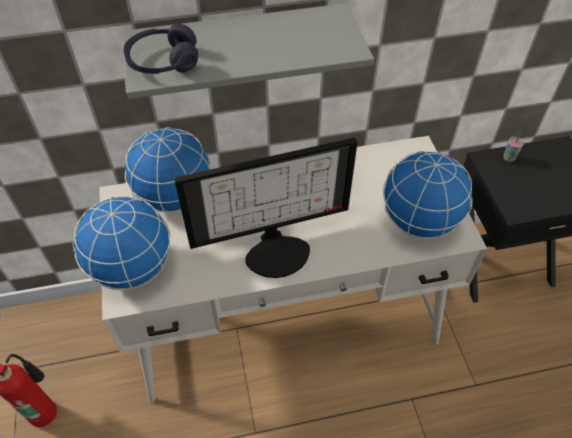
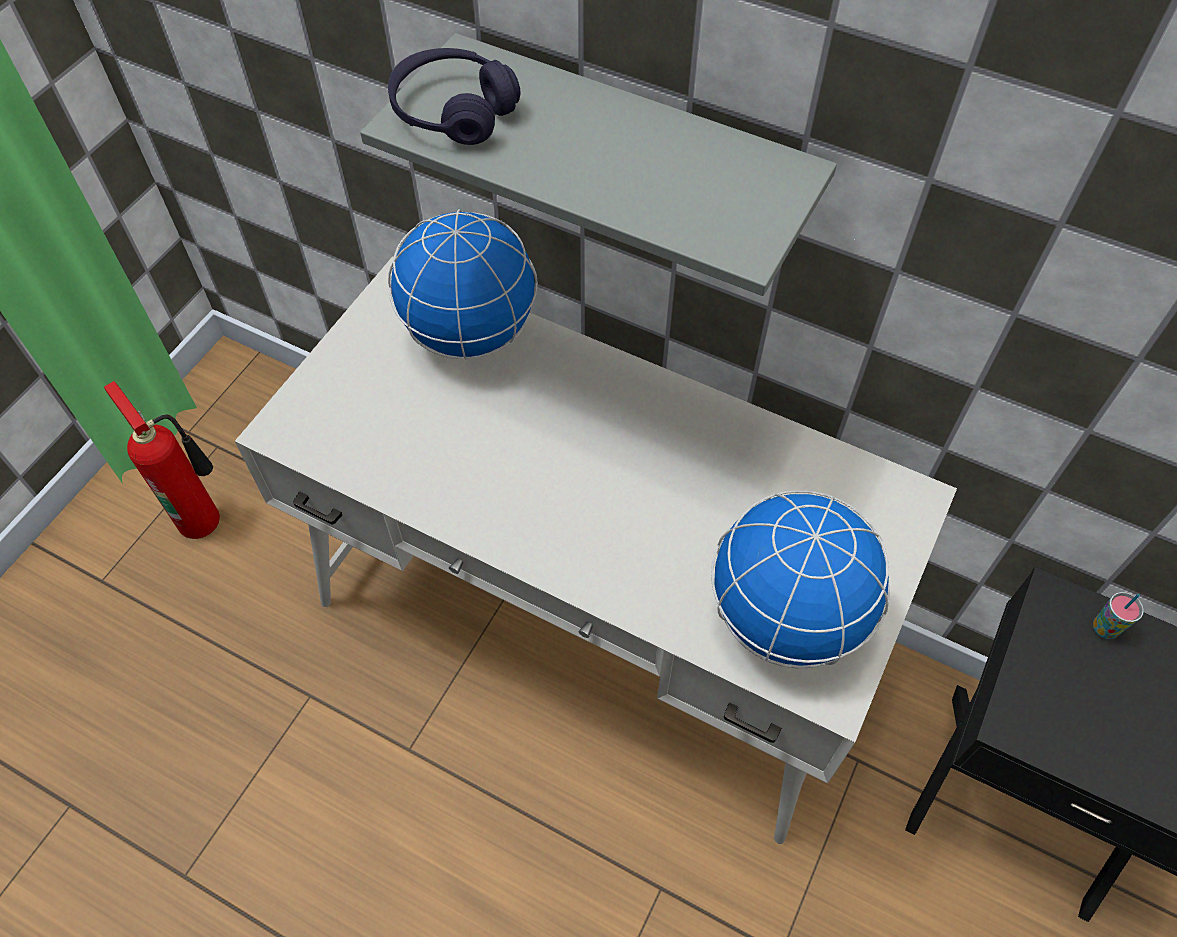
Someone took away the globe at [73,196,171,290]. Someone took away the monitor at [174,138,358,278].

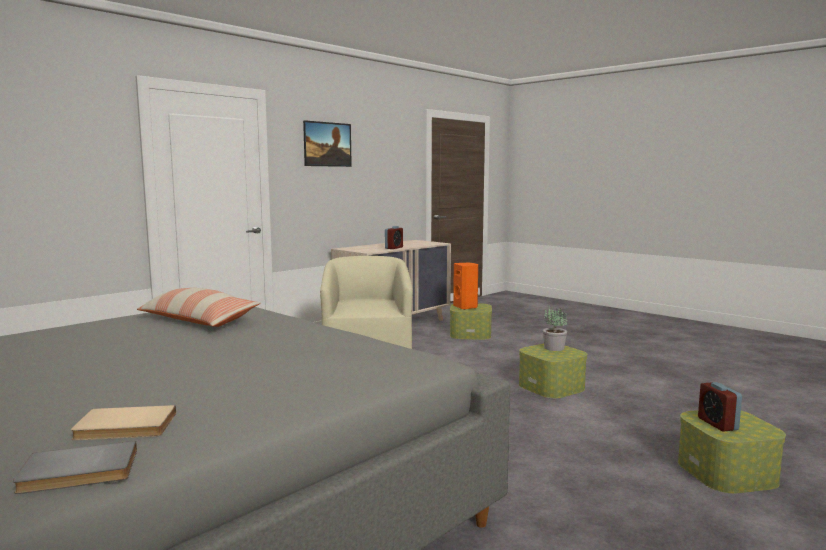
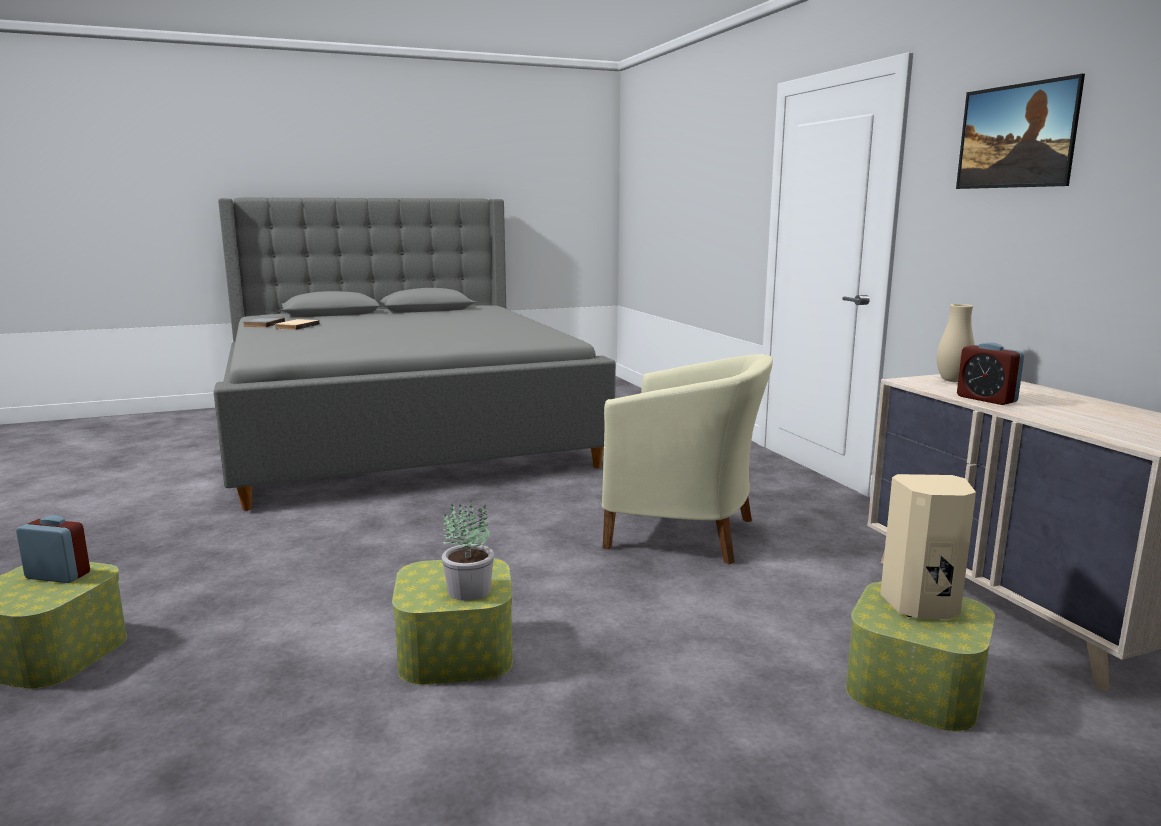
Someone took away the pillow at [137,288,261,327]. Someone repainted the orange speaker at [453,263,478,310], which became the beige speaker at [880,474,976,619]. Someone put down the beige vase at [937,304,975,382].

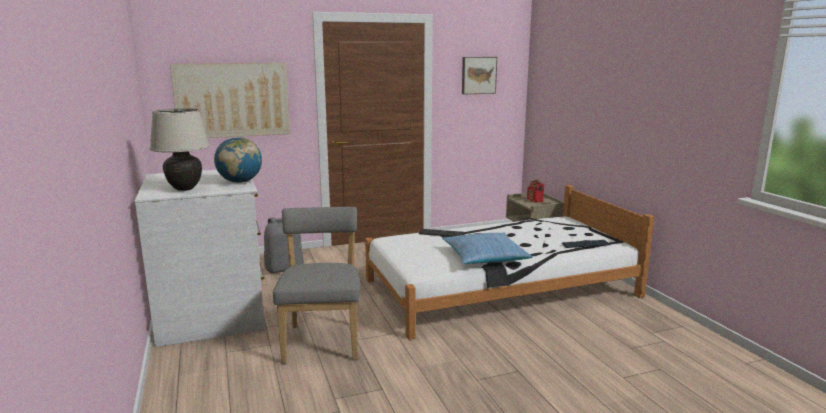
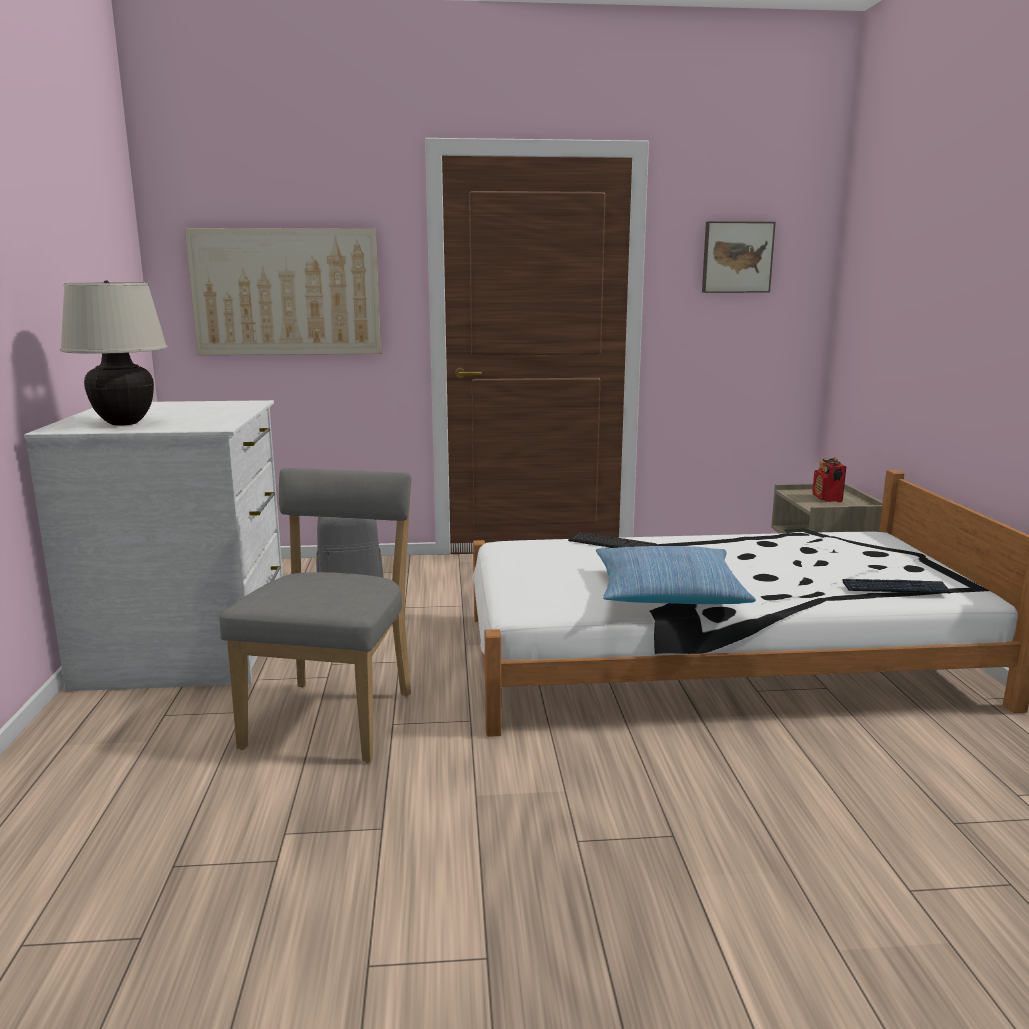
Someone took away the globe at [214,137,262,183].

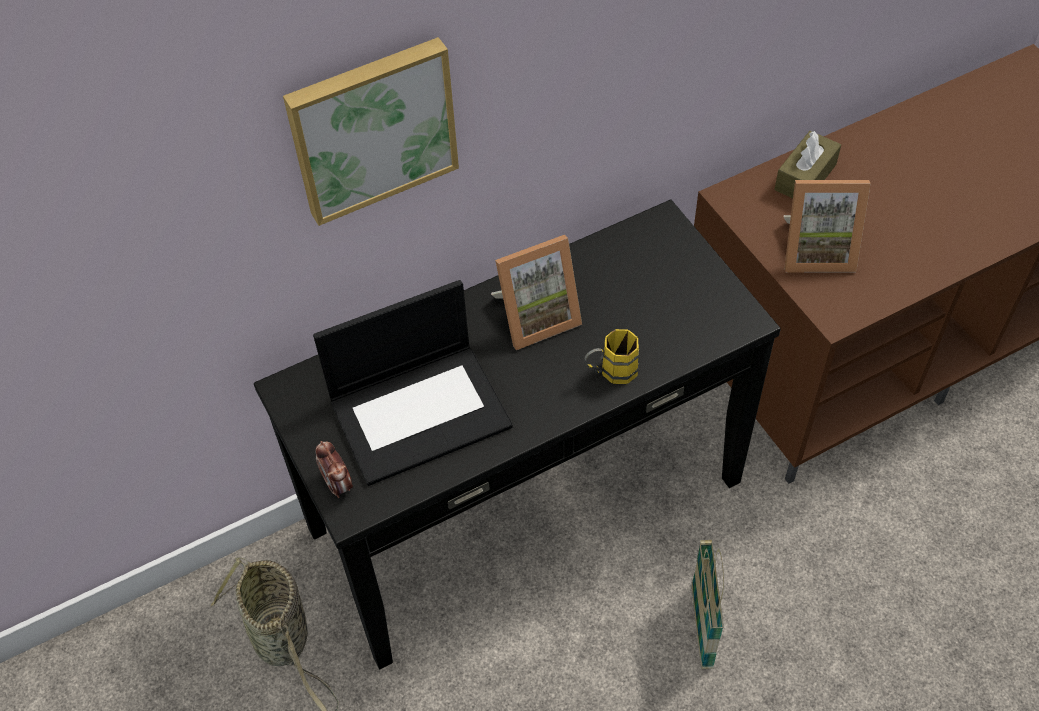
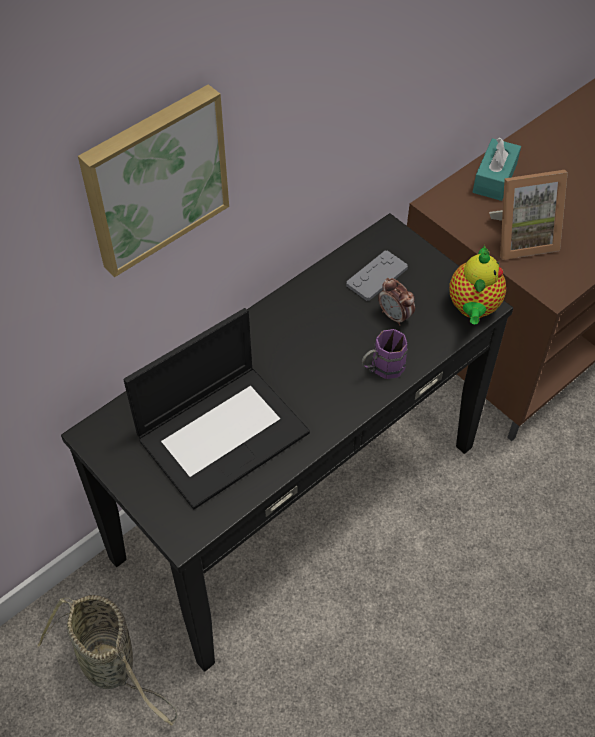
Someone carried the alarm clock from [316,441,353,498] to [378,278,415,326]. Someone took away the picture frame at [491,235,582,350]. Someone repainted the yellow mug at [584,329,639,384], which became the purple mug at [362,329,408,379]. Someone took away the basket at [692,540,724,669]. Someone repainted the brown tissue box at [774,130,841,198], which became the turquoise tissue box at [473,137,521,201]. Someone put down the grey game controller at [346,250,408,301]. Someone put down the teapot at [449,245,506,324].

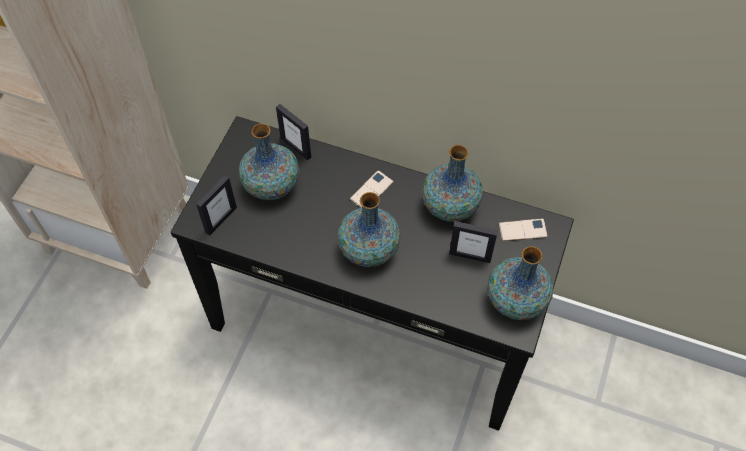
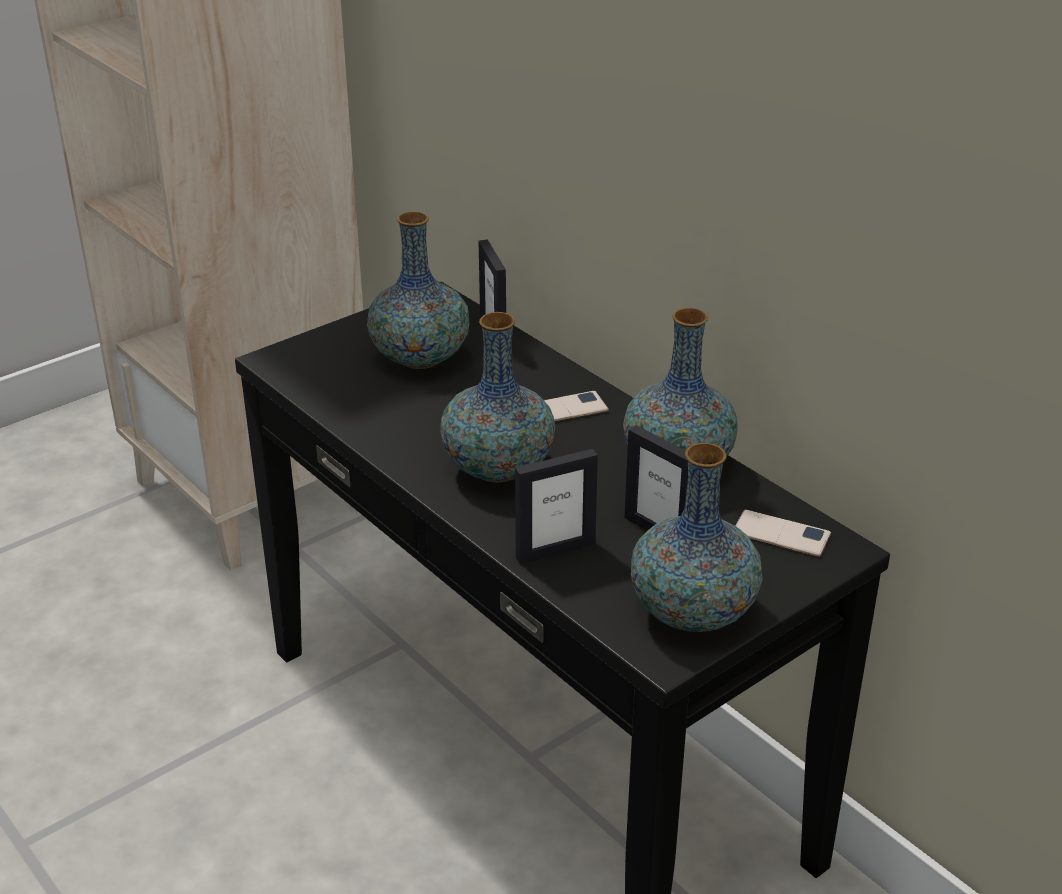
Someone carried the picture frame from [196,175,237,236] to [515,449,598,564].

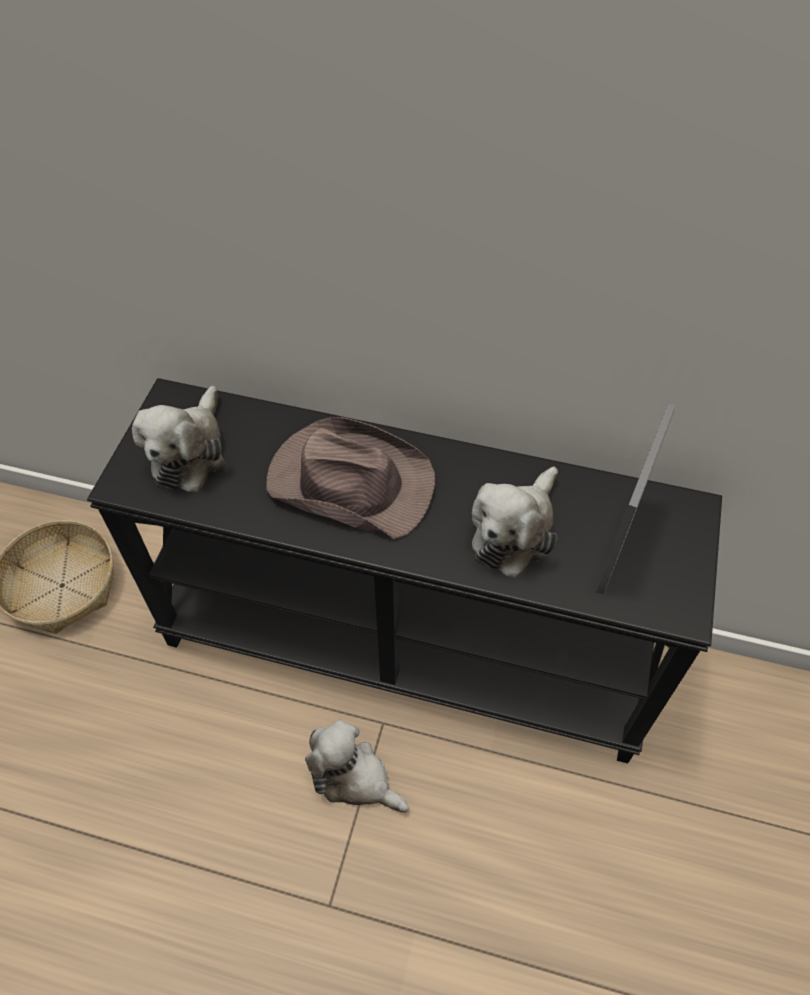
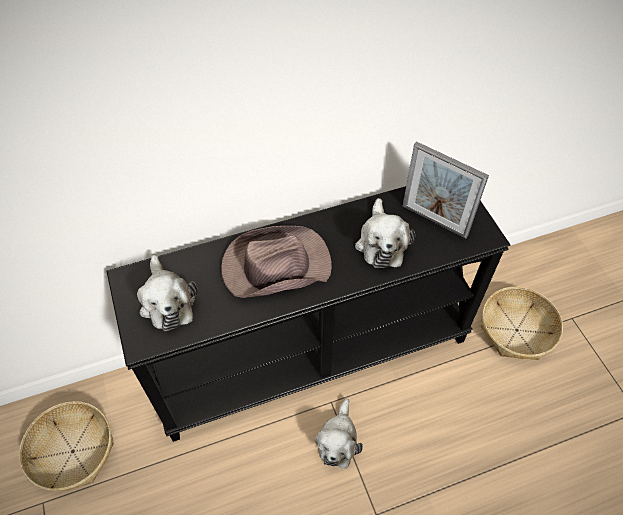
Someone rotated the plush toy at [305,720,409,813] by 75 degrees counterclockwise. Someone rotated the picture frame at [596,403,675,595] by 135 degrees clockwise. Someone put down the basket at [481,287,563,360].

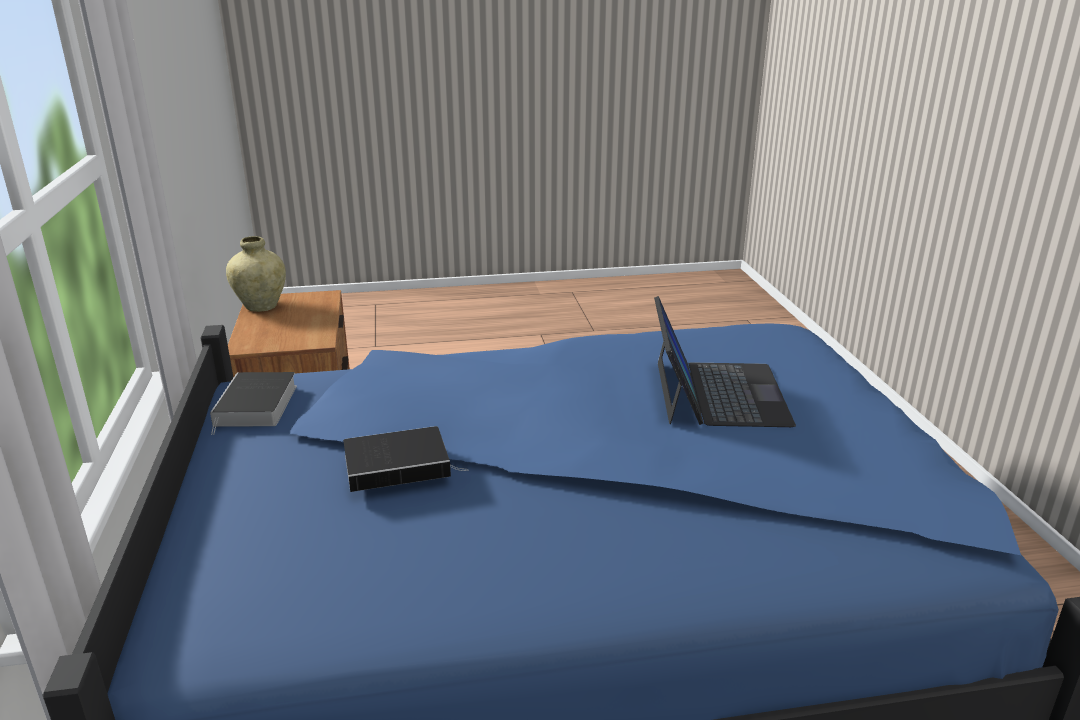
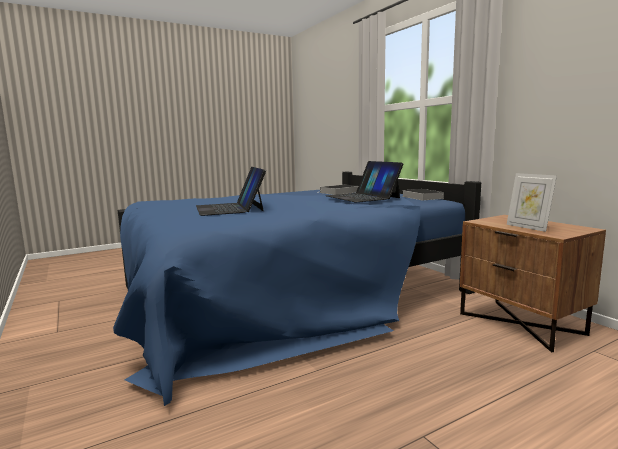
Someone took away the beige vase at [226,236,286,312]. Someone put down the laptop at [326,161,403,202]. Someone put down the picture frame at [507,173,557,232].

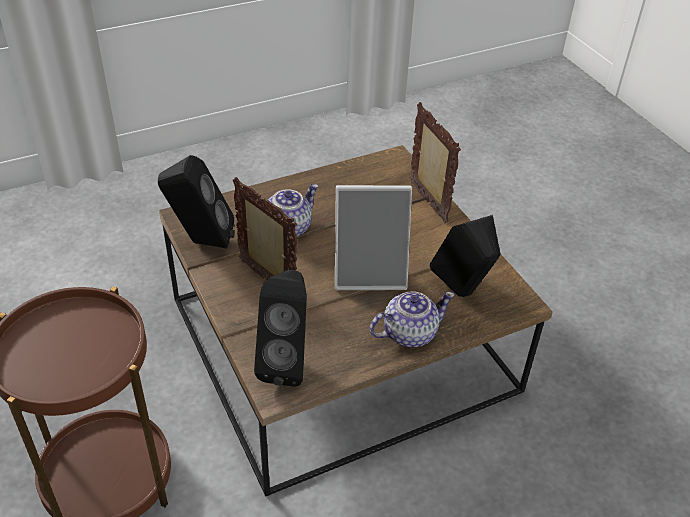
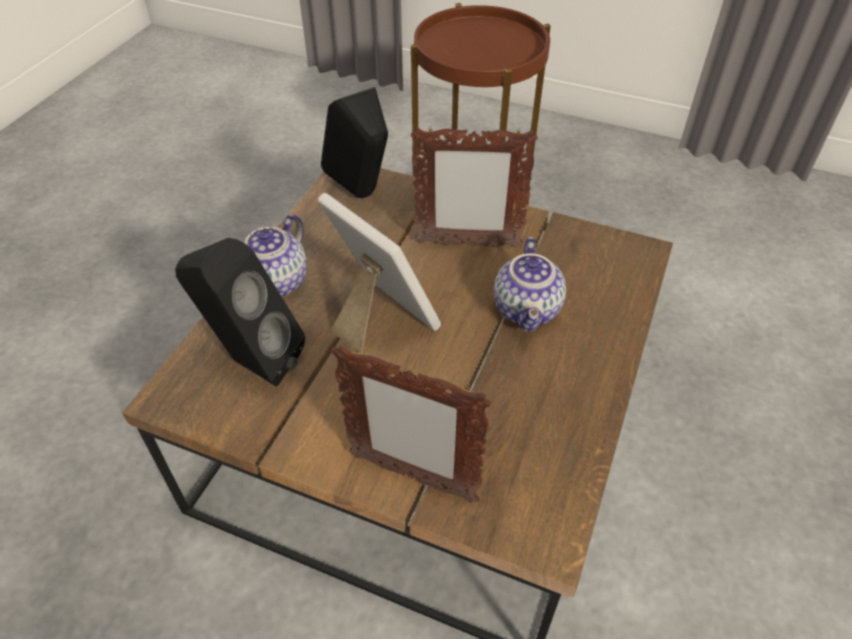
Someone took away the black speaker at [158,155,235,249]. Someone rotated the picture frame at [335,185,412,290] by 90 degrees clockwise.

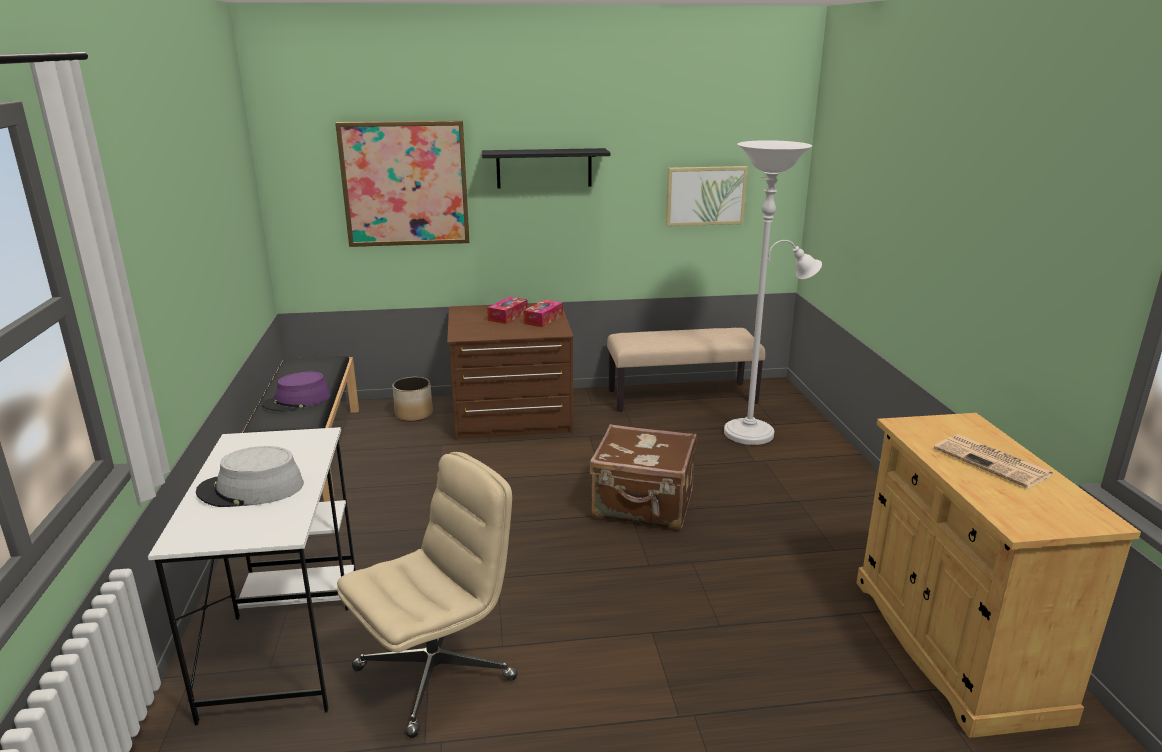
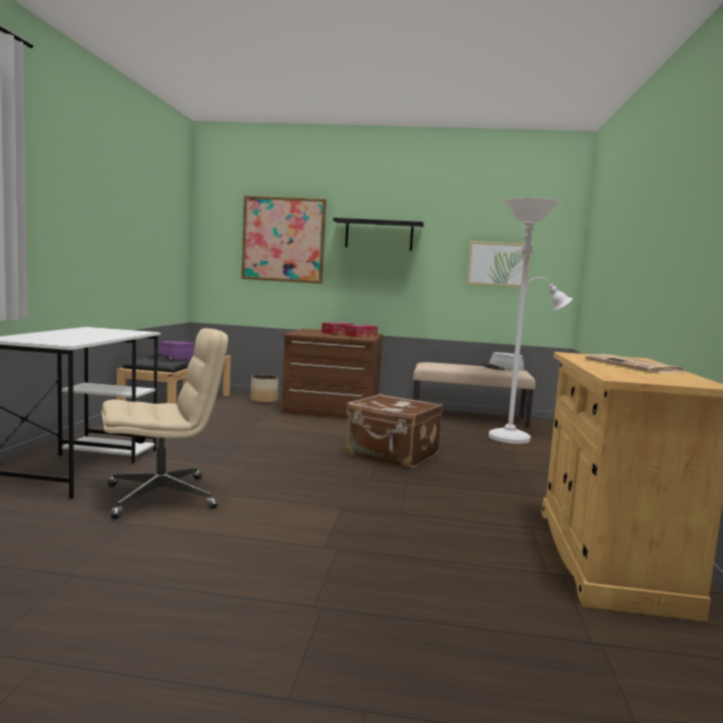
Someone carried the grey hat from [196,446,304,507] to [480,352,524,371].

